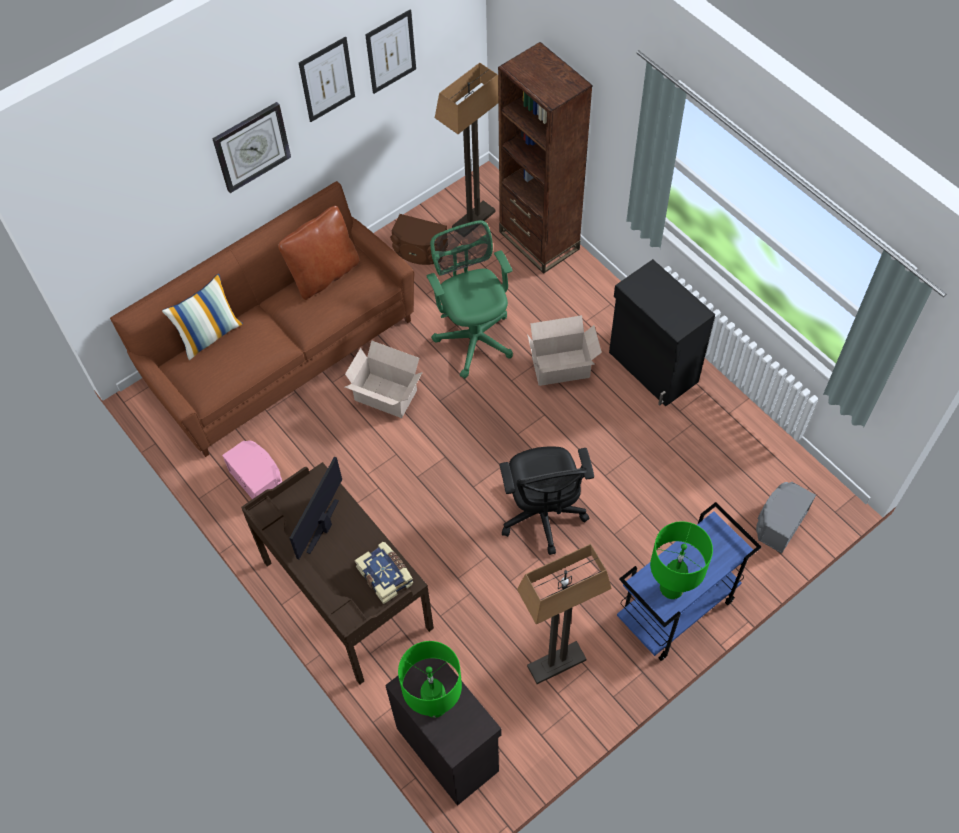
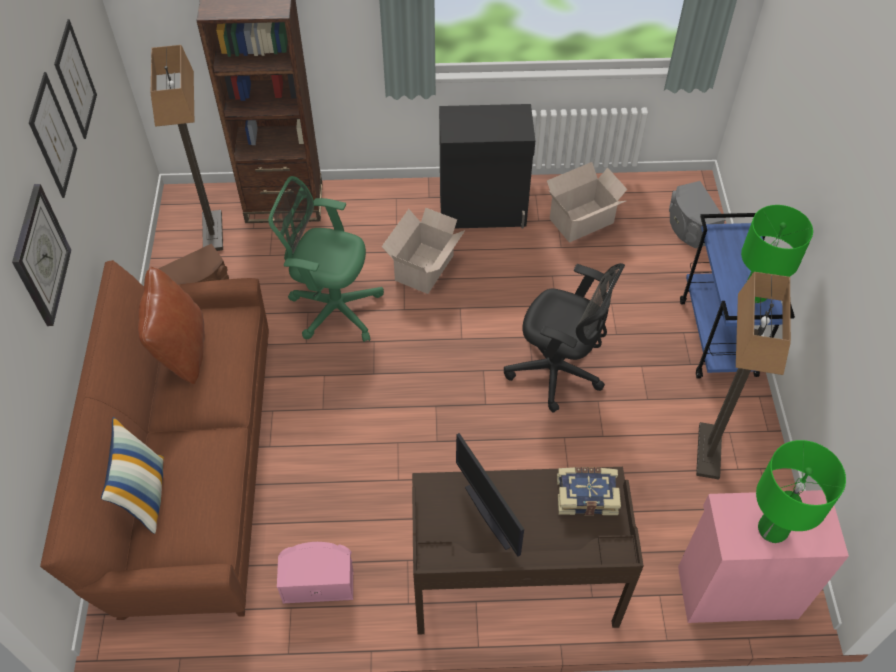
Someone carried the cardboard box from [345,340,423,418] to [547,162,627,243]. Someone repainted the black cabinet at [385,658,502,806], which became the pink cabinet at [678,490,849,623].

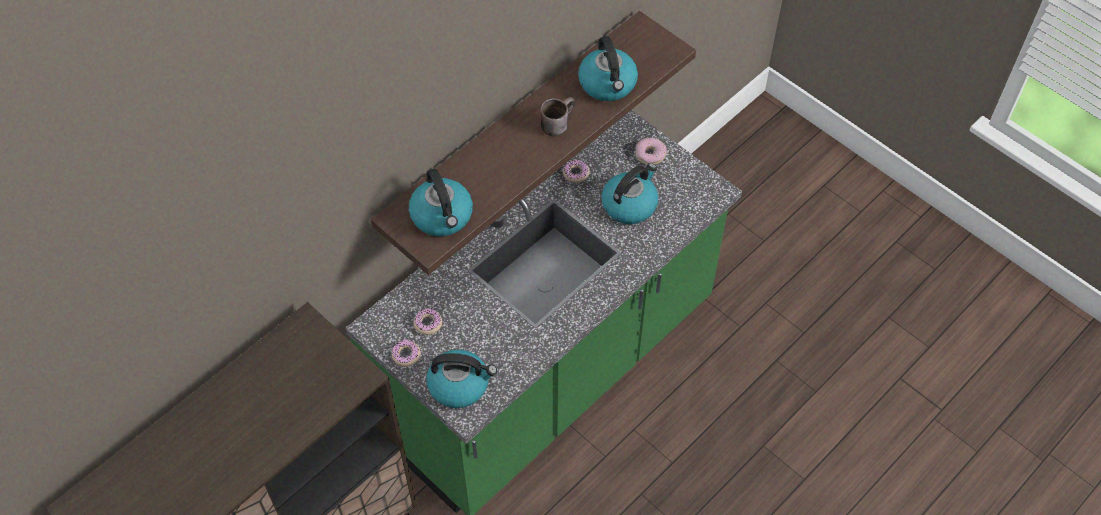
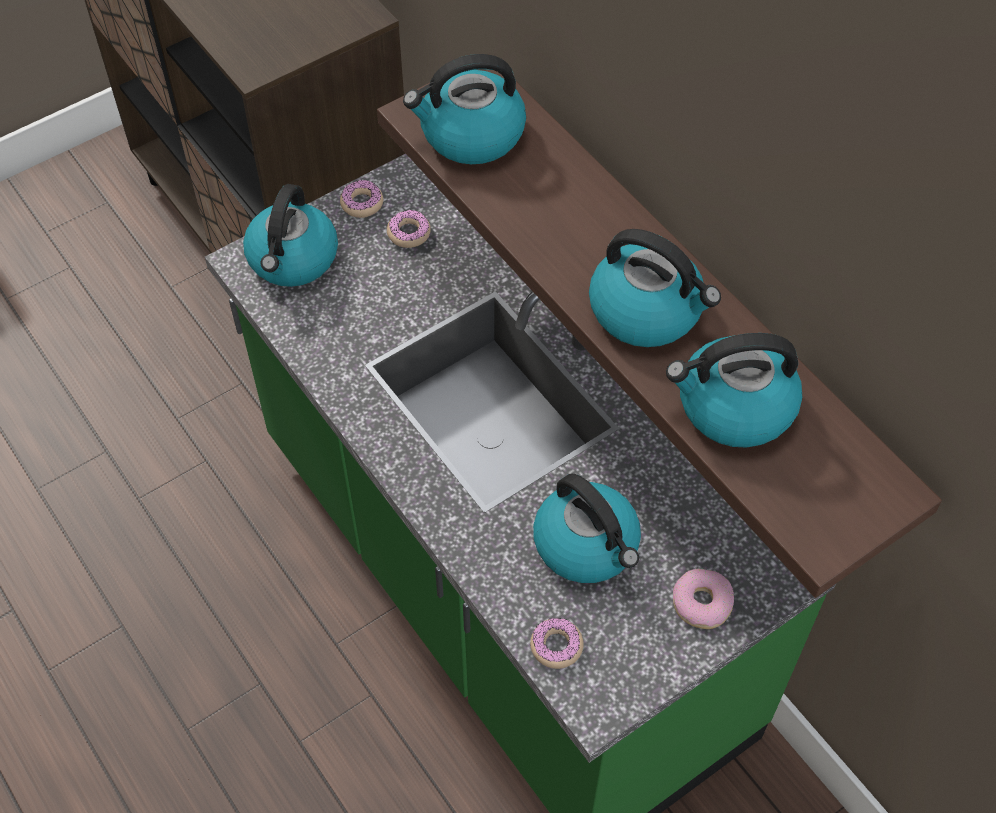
Someone swapped the brown mug at [541,97,575,136] for the kettle at [589,229,721,347]. Someone carried the donut from [563,160,590,183] to [530,618,583,669].

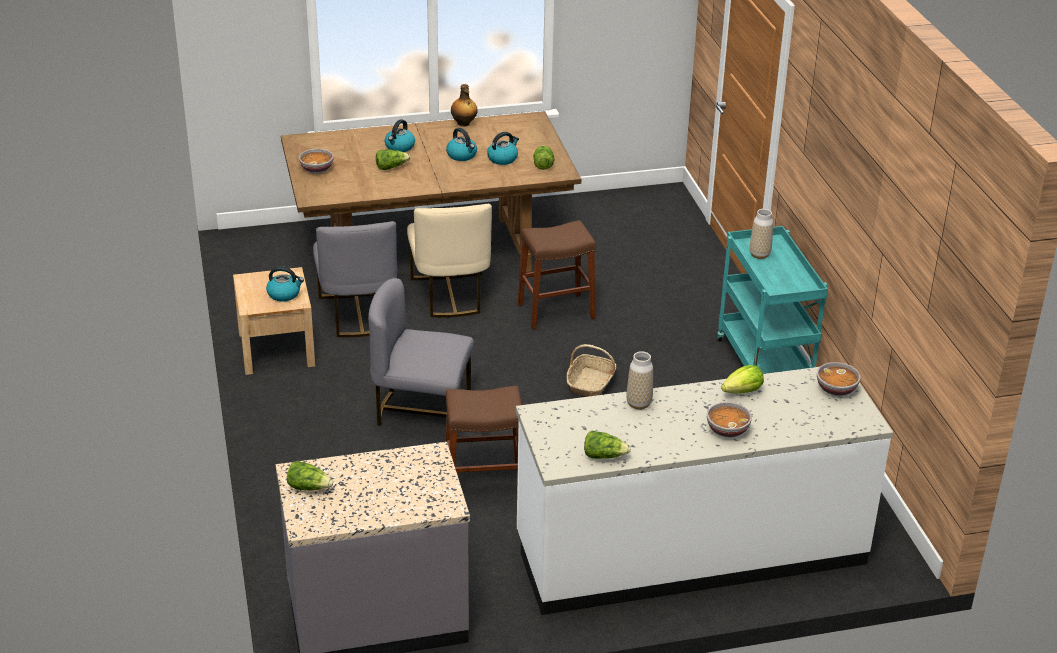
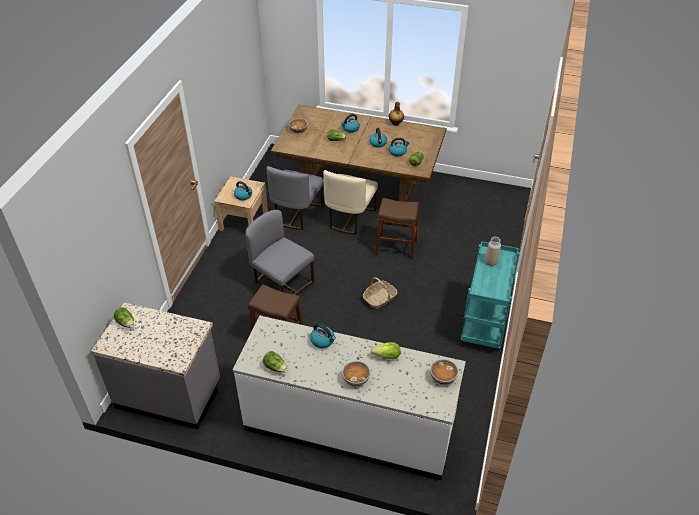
Someone swapped the vase at [626,351,653,410] for the kettle at [310,323,336,348].

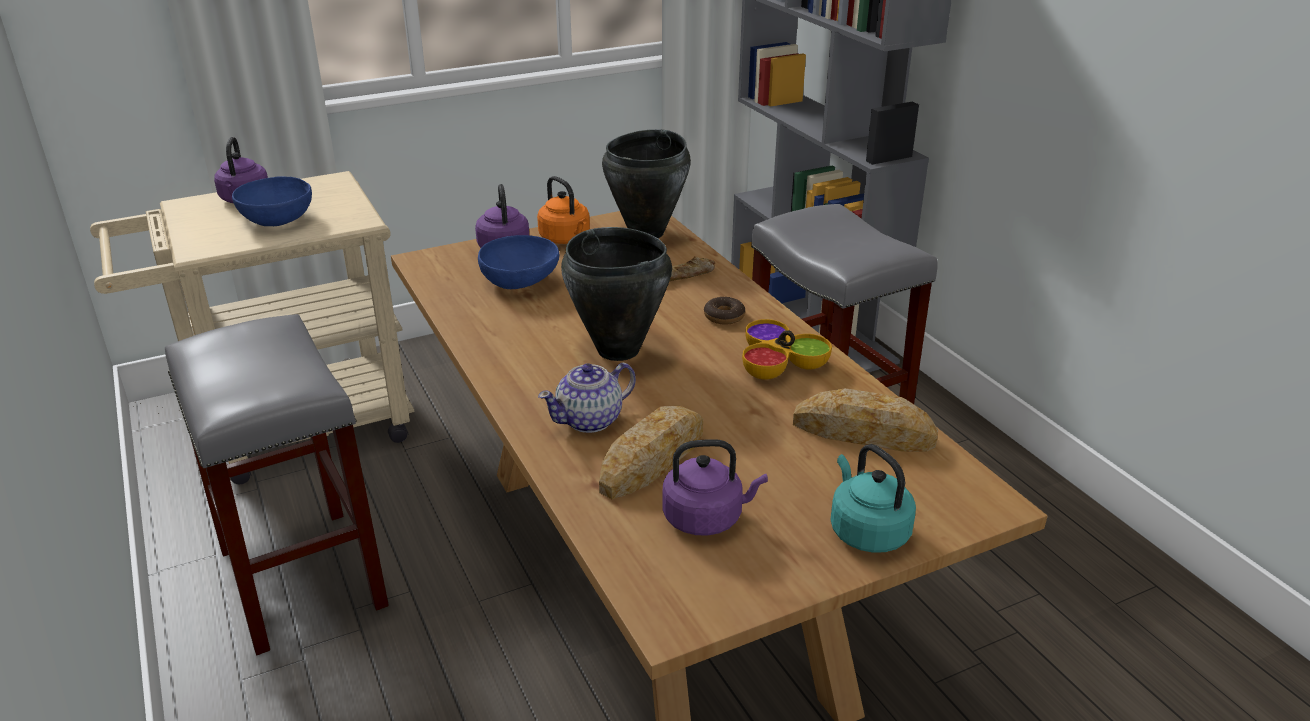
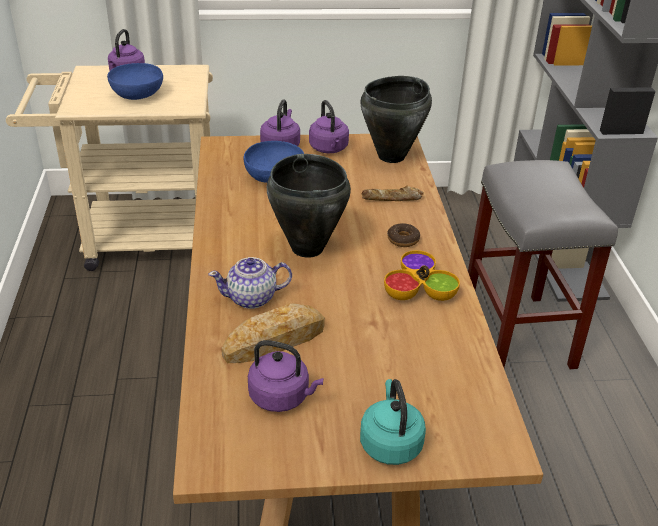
Someone took away the grey stool at [165,314,389,655]. Someone repainted the orange kettle at [537,176,590,244], which became the purple kettle at [309,100,349,153]. Someone took away the bread at [793,388,938,452].

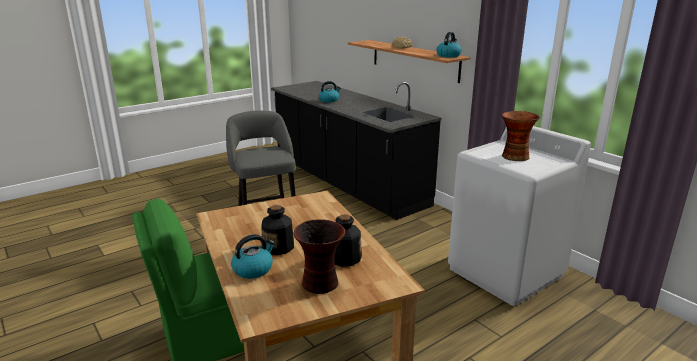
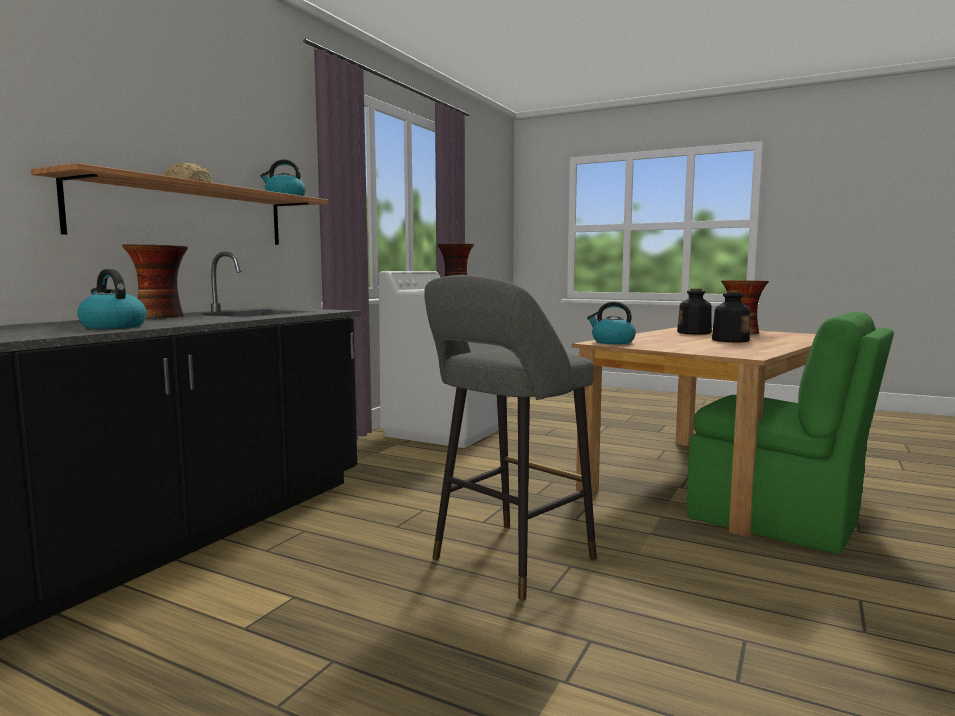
Someone carried the kettle from [231,234,275,279] to [587,302,636,344]. Someone put down the vase at [122,244,188,319].

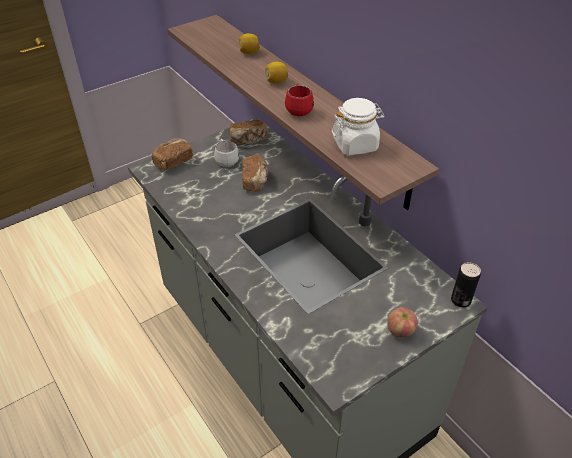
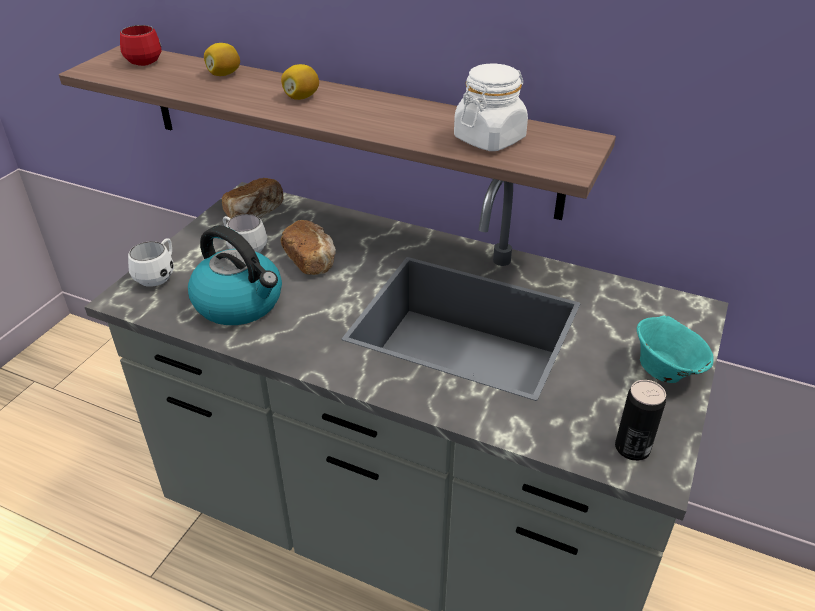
Someone swapped the bread at [152,139,193,170] for the white mug at [128,238,174,287]. Someone carried the red mug from [285,83,314,116] to [120,25,161,66]. Someone swapped the apple at [387,307,418,337] for the turquoise bowl at [637,315,714,383]. Someone carried the can from [451,262,481,308] to [615,380,666,461]. Someone put down the kettle at [188,225,282,325].

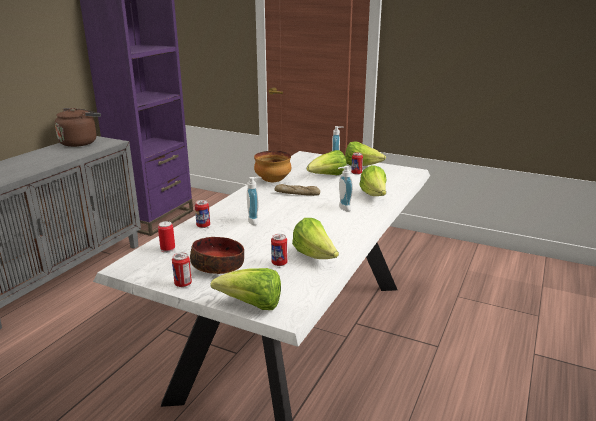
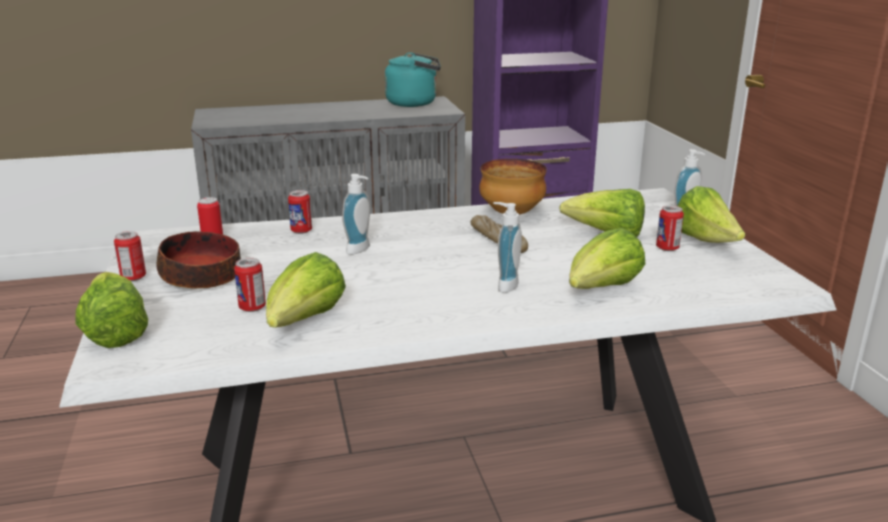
Someone repainted the brown kettle at [55,108,101,147], which became the turquoise kettle at [385,52,441,107].

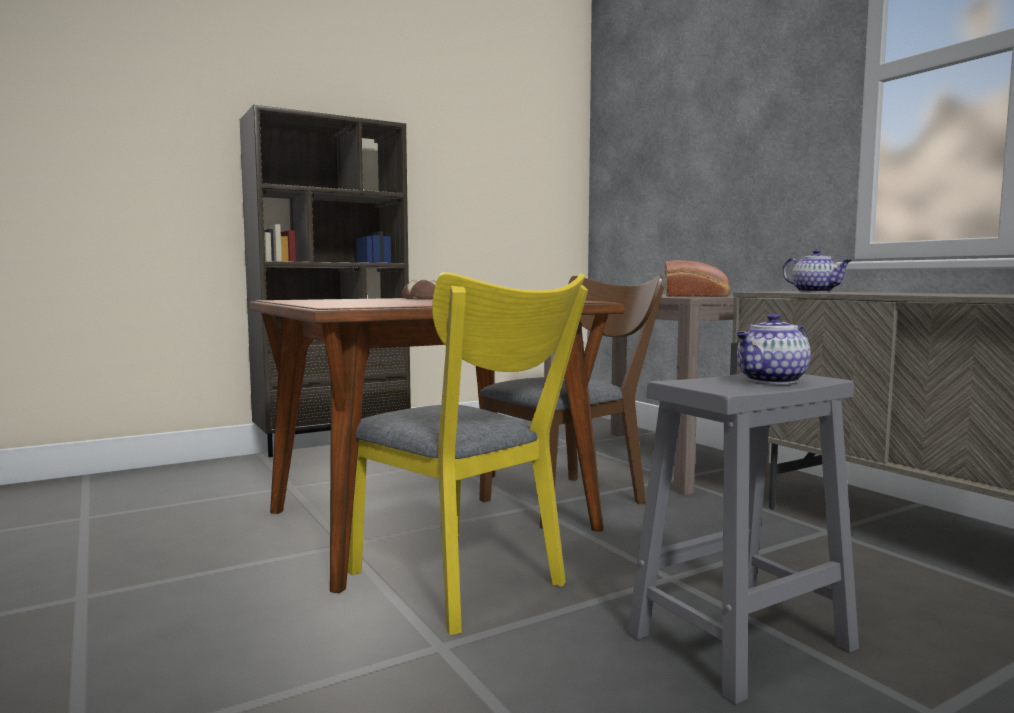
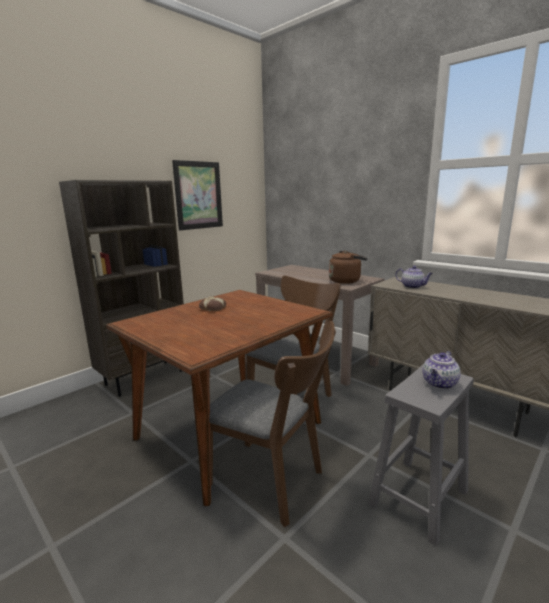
Someone repainted the yellow chair at [347,272,588,635], which became the brown chair at [209,321,336,527]. Someone swapped the bread at [665,260,730,297] for the brown kettle at [329,251,368,284]. Someone put up the picture at [172,160,223,230].

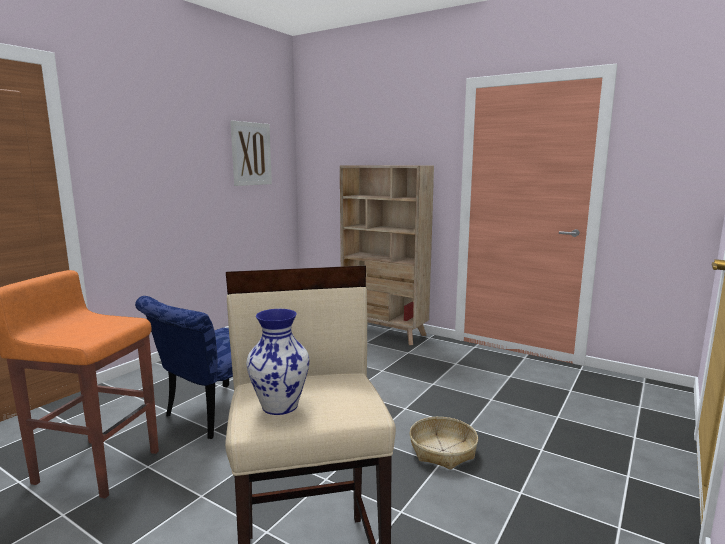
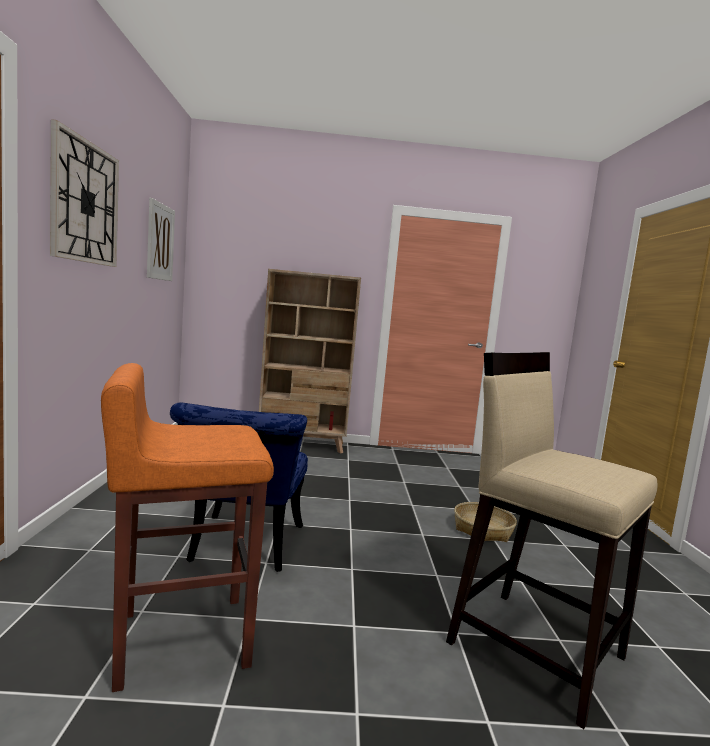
Someone took away the vase at [246,309,309,415]. Someone put up the wall clock at [50,119,119,267].

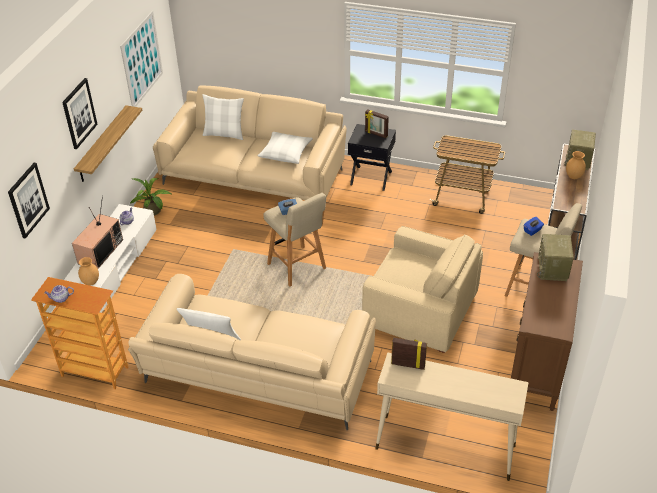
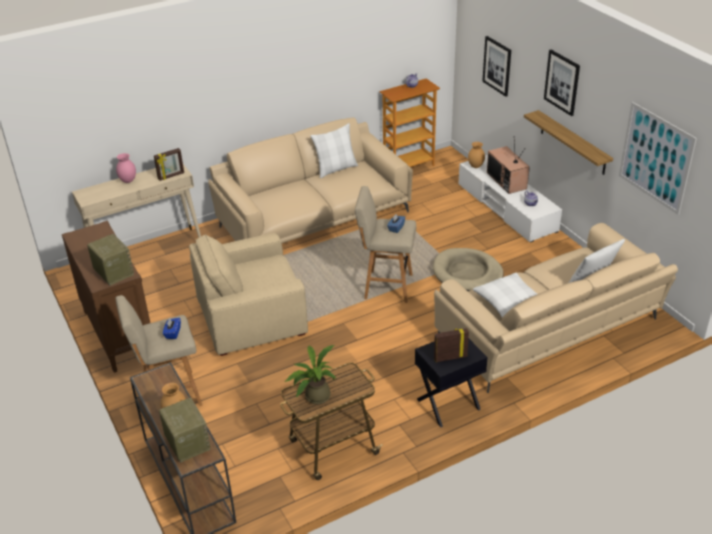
Someone carried the potted plant from [130,178,173,215] to [284,345,336,404]. Someone put down the pink vase at [116,153,136,183]. Someone put down the beige dog bed at [433,248,504,291].

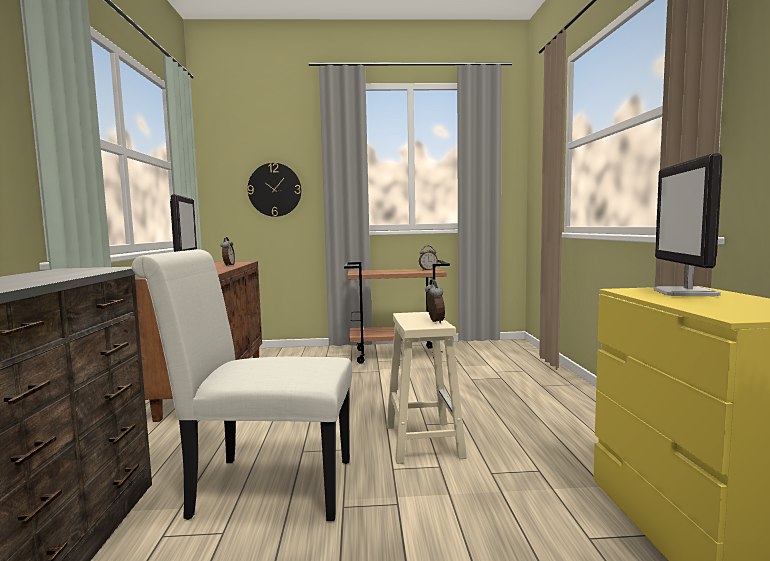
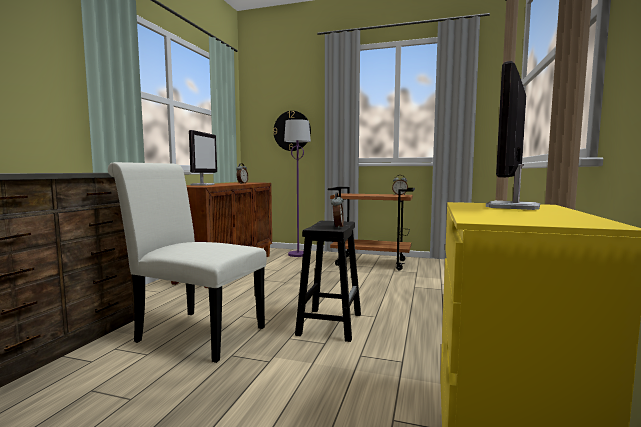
Someone repainted the beige stool at [386,312,467,464], which became the black stool at [295,221,361,342]. Someone put down the purple floor lamp at [284,119,311,257].

